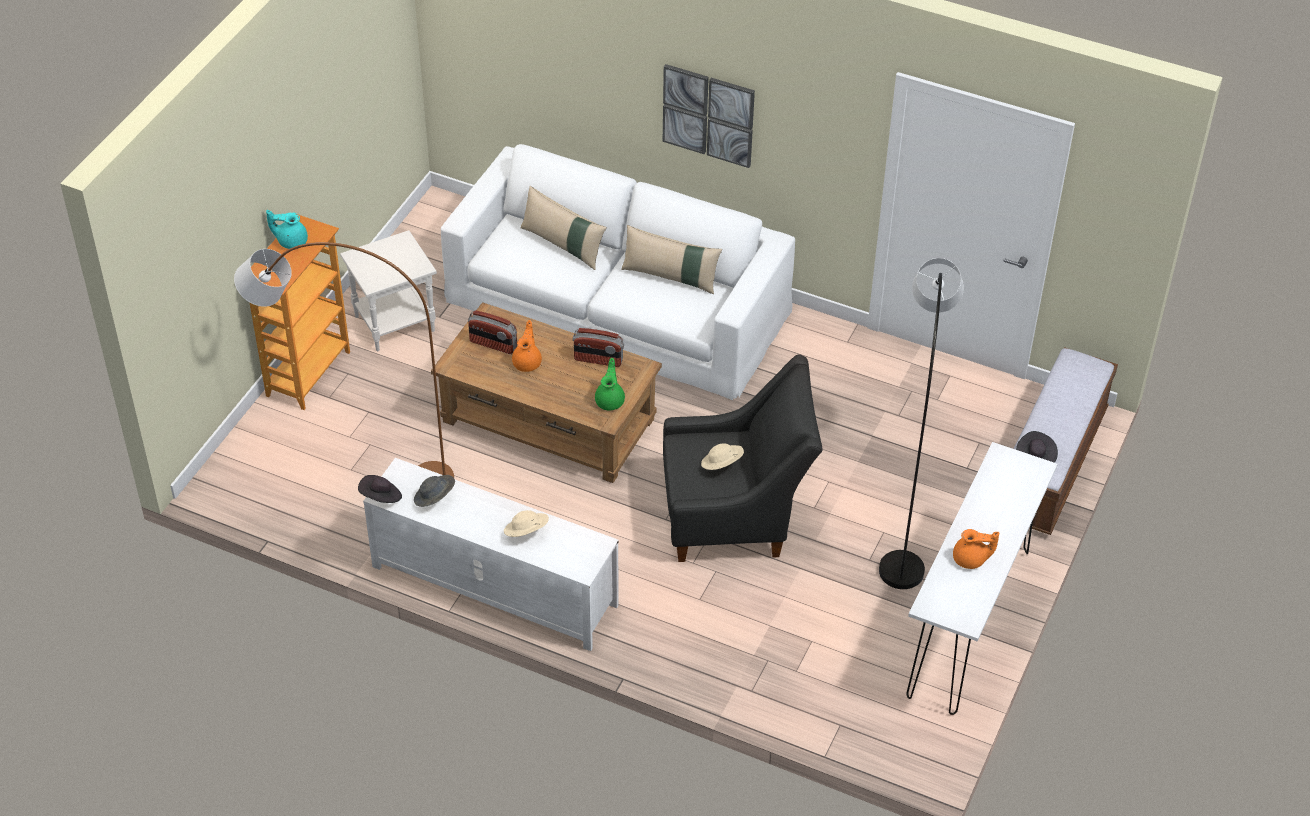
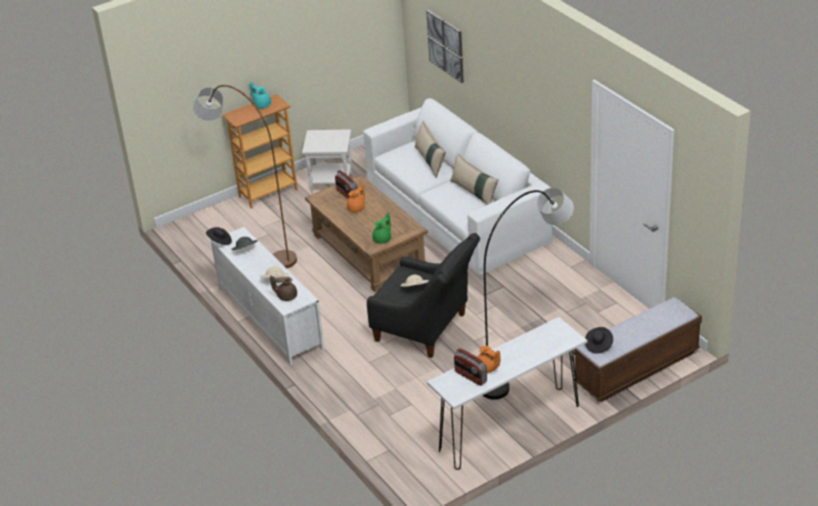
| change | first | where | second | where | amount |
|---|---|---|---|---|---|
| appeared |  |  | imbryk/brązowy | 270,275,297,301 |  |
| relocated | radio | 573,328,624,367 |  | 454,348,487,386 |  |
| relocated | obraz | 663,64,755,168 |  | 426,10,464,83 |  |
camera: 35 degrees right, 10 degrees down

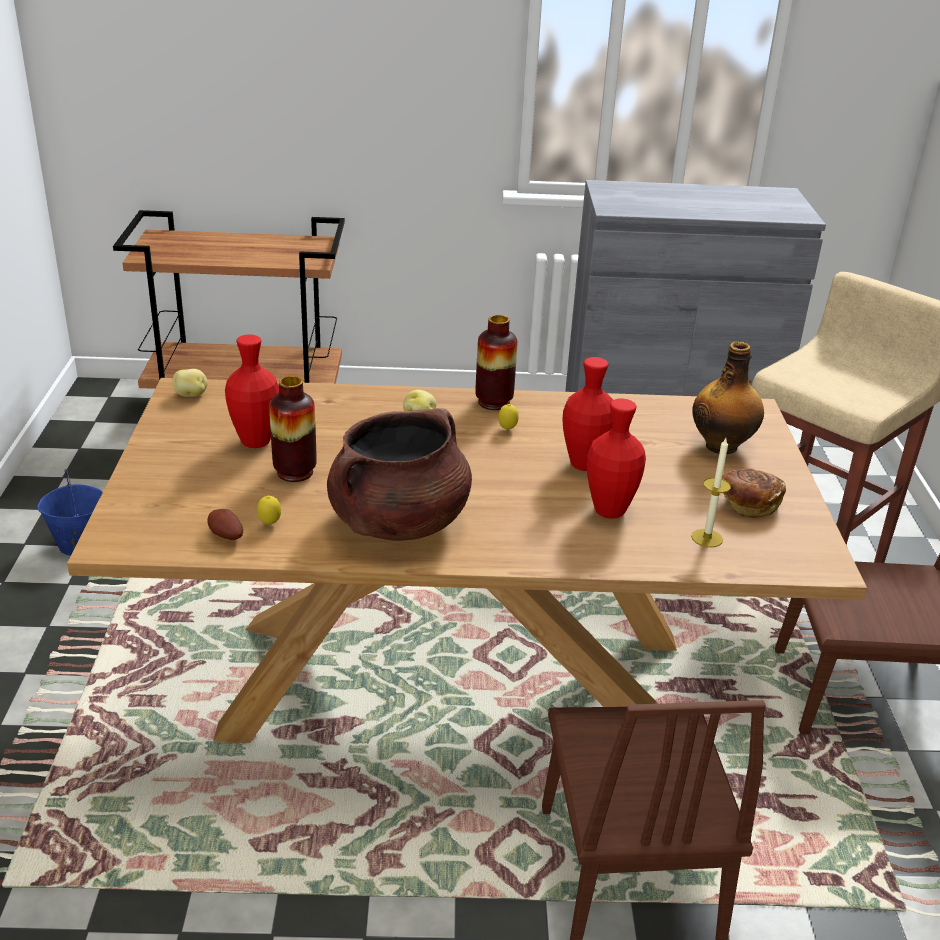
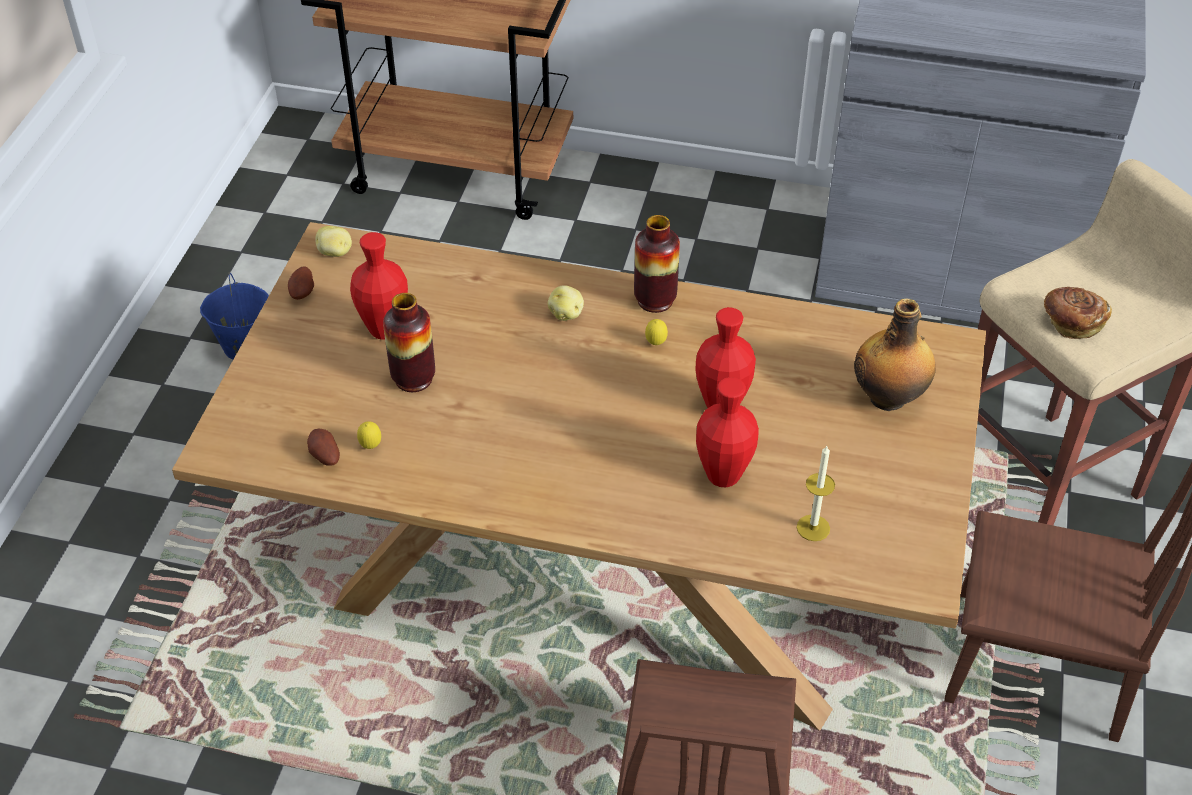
| change | first | where | second | where | amount |
|---|---|---|---|---|---|
| missing | garnek/brązowy | 327,408,472,541 |  |  |  |
| appeared |  |  | ziemniak | 288,267,314,300 |  |
| relocated | chleb | 722,468,786,518 |  | 1044,287,1112,339 |  |
camera: 15 degrees right, 15 degrees up

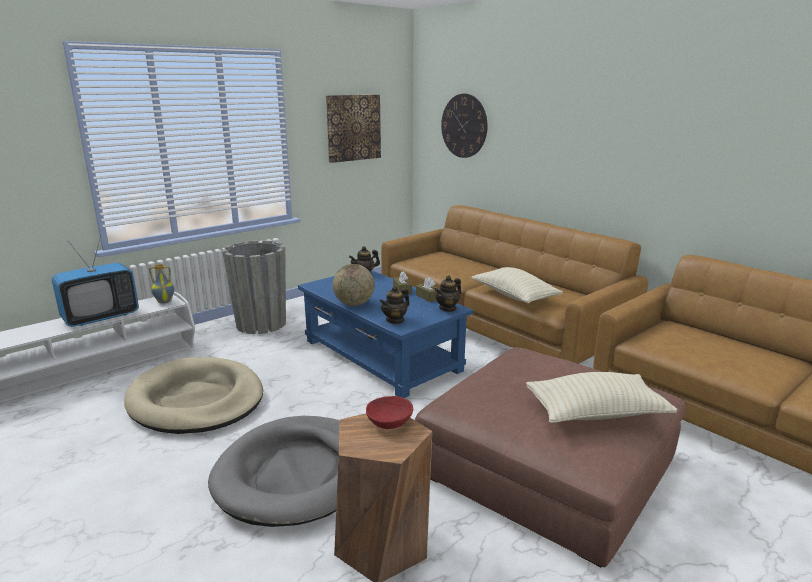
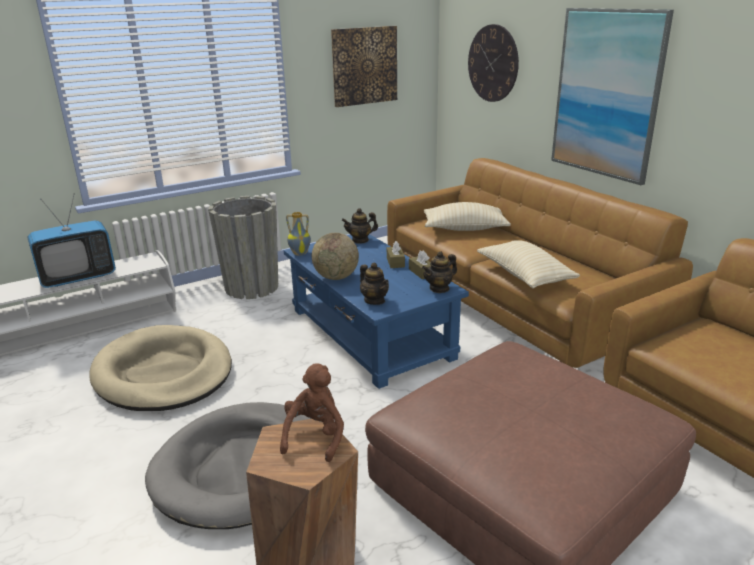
| change | first | where | second | where | amount |
|---|---|---|---|---|---|
| appeared |  |  | obraz | 551,8,674,185 |  |
| relocated | wazon | 149,264,174,304 |  | 286,212,311,255 |  |
| relocated | poduszka/beżowy | 526,372,677,423 |  | 424,202,511,231 |  |
| exchanged | miska/czerwony | 366,396,413,429 | pluszak/brązowy | 280,363,344,462 |  |
| spun | imbryk | 380,286,410,324 |  | 360,263,389,305 | 90 degrees counterclockwise |
camera: 10 degrees right, 5 degrees up

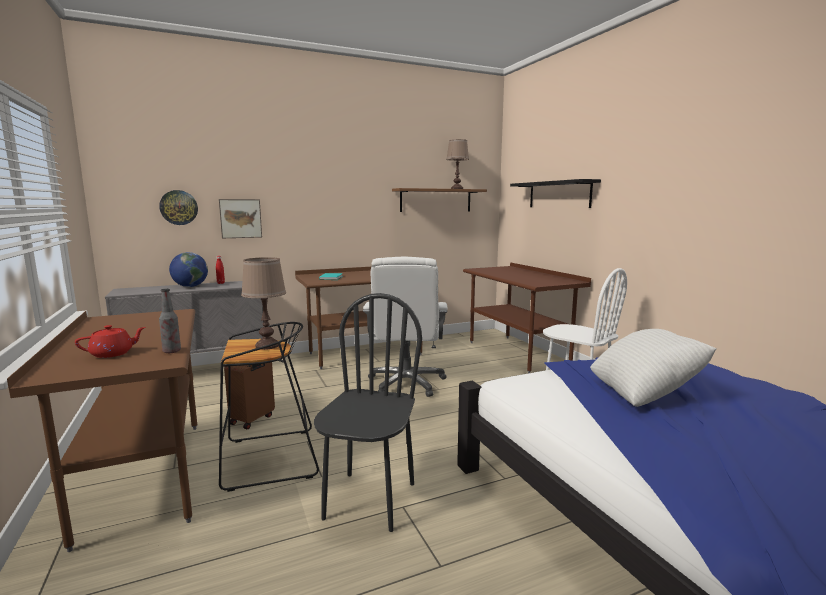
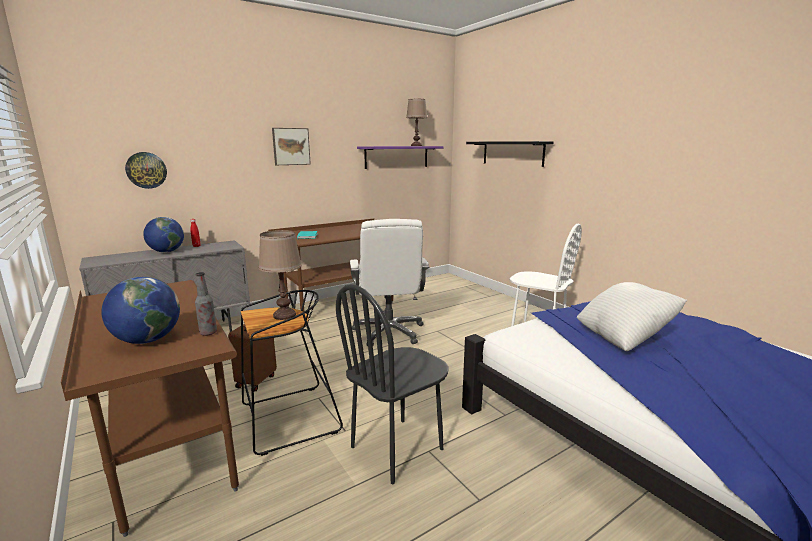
| change | first | where | second | where | amount |
|---|---|---|---|---|---|
| missing | biurko/brązowy | 463,262,591,373 |  |  |  |
| relocated | obraz | 219,199,262,238 |  | 272,128,311,165 |  |
| exchanged | imbryk/czerwony | 75,325,146,358 | globus | 101,277,180,344 |  |
| colour | półka/brązowy | 392,188,487,212 | półka/fioletowy | 357,146,443,169 |  |
| spun | krzesło/czarny | 314,293,422,532 |  | 336,284,449,484 | 135 degrees counterclockwise |
camera: 10 degrees left, 5 degrees up

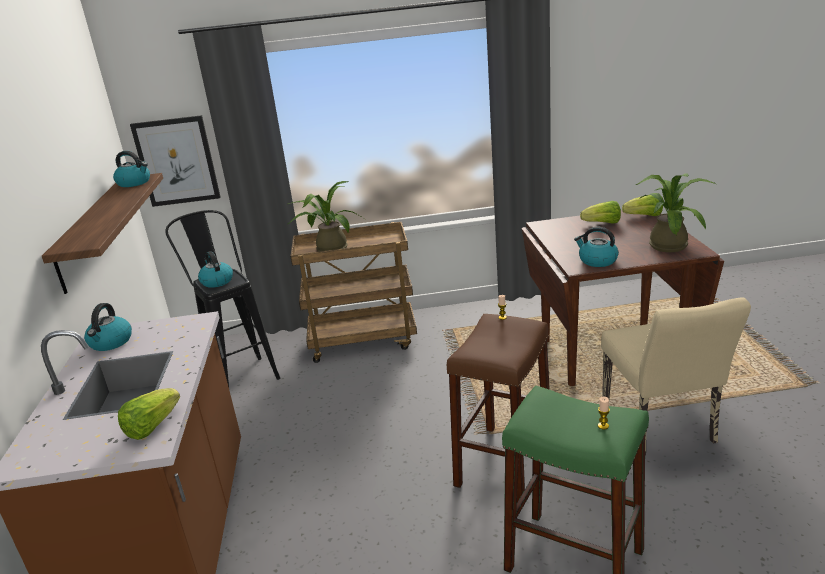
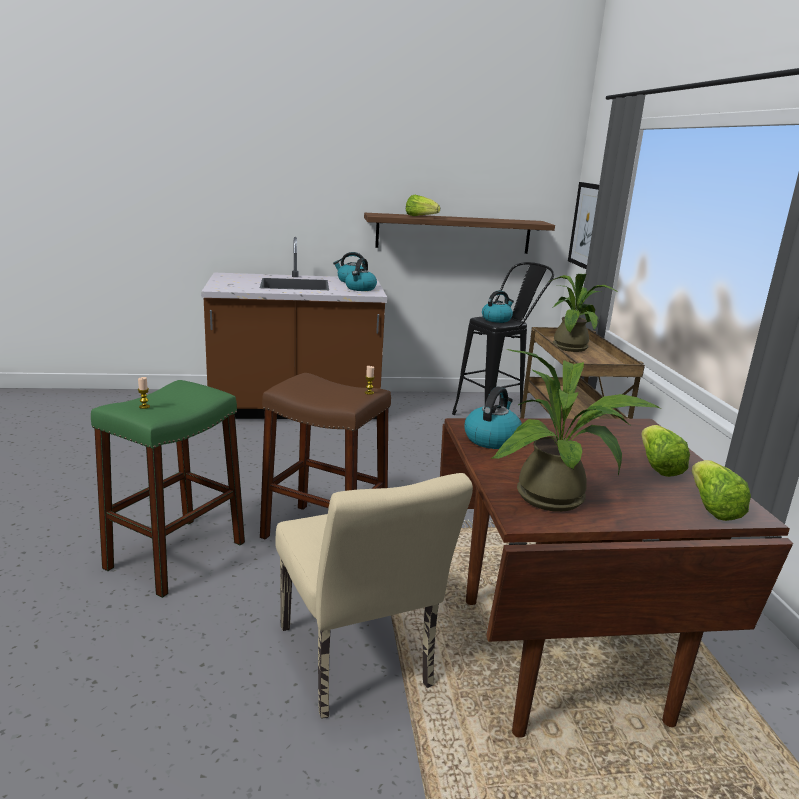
| change | first | where | second | where | amount |
|---|---|---|---|---|---|
| relocated | czajnik | 113,151,150,187 |  | 345,258,377,291 |  |
| relocated | sałata | 118,388,180,440 |  | 406,195,440,216 |  |
| spun | krzesło/beżowy | 601,297,751,455 |  | 275,473,473,719 | 105 degrees counterclockwise |
camera: 85 degrees right, 5 degrees down

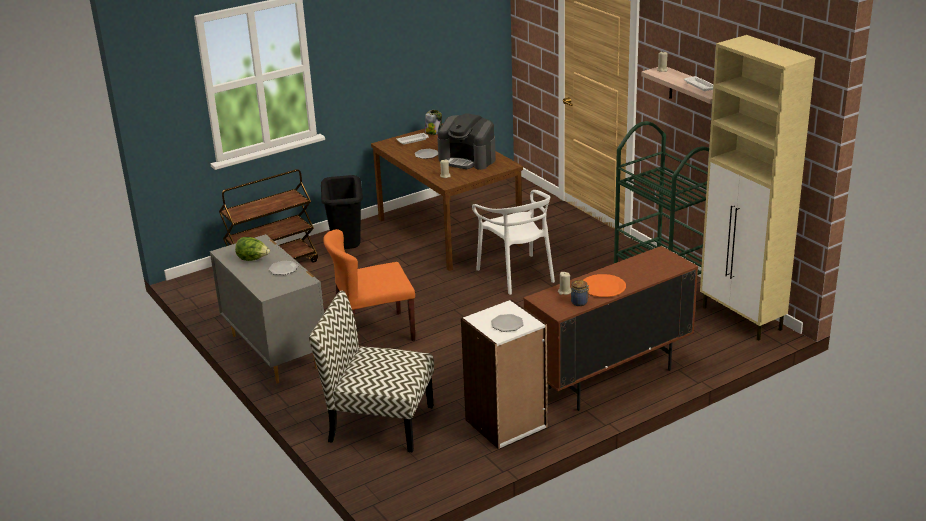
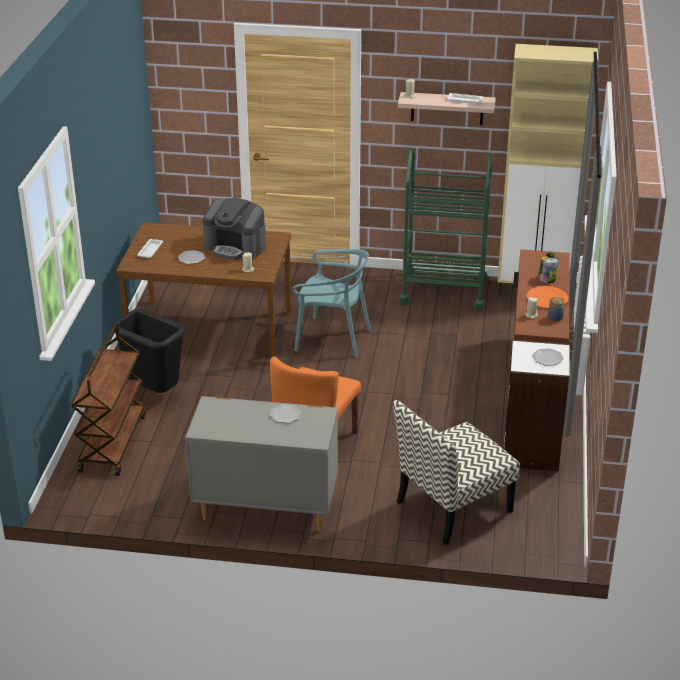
| change | first | where | second | where | amount |
|---|---|---|---|---|---|
| missing | sałata | 235,237,270,261 |  |  |  |
| relocated | słoik | 425,110,442,135 |  | 538,253,559,283 |  |
| colour | krzesło/biały | 472,190,555,295 | krzesło/turkusowy | 292,249,371,357 |  |
| spun | ekspres do kawy | 437,113,496,170 |  | 203,198,266,260 | 45 degrees clockwise |
camera: 50 degrees left, 5 degrees up

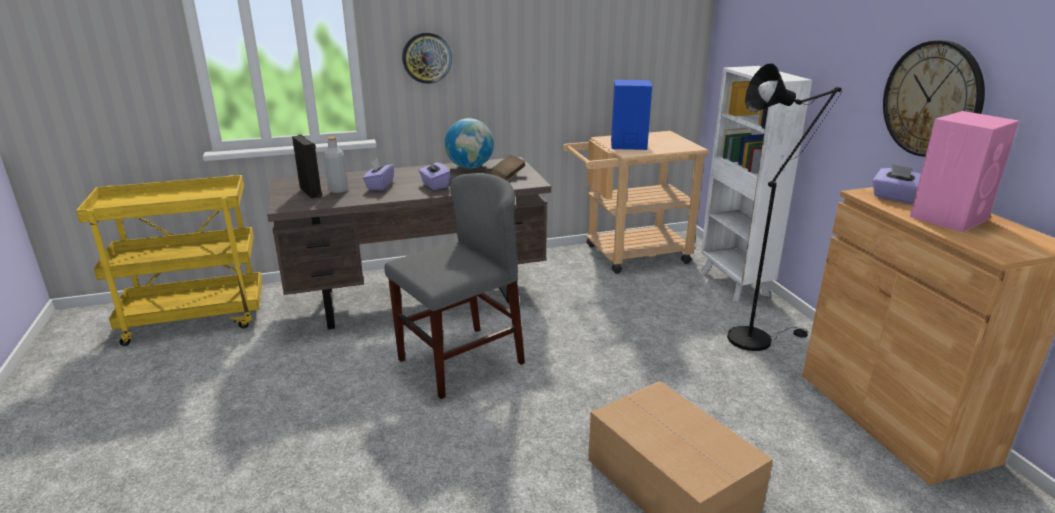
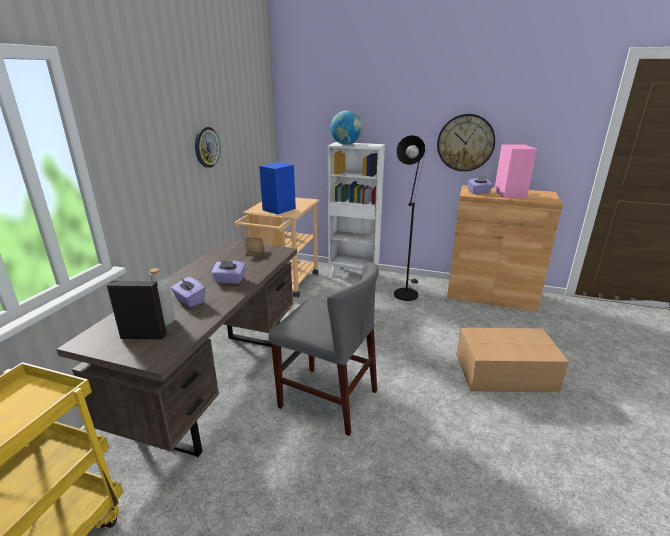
| change | first | where | second | where | amount |
|---|---|---|---|---|---|
| relocated | zegar ścienny | 402,32,452,84 |  | 195,127,221,168 |  |
| relocated | globus | 445,118,494,168 |  | 330,111,363,145 |  |
| spun | krzesło/szary | 384,173,525,399 |  | 269,262,379,436 | 120 degrees clockwise |
camera: 55 degrees left, 0 degrees up

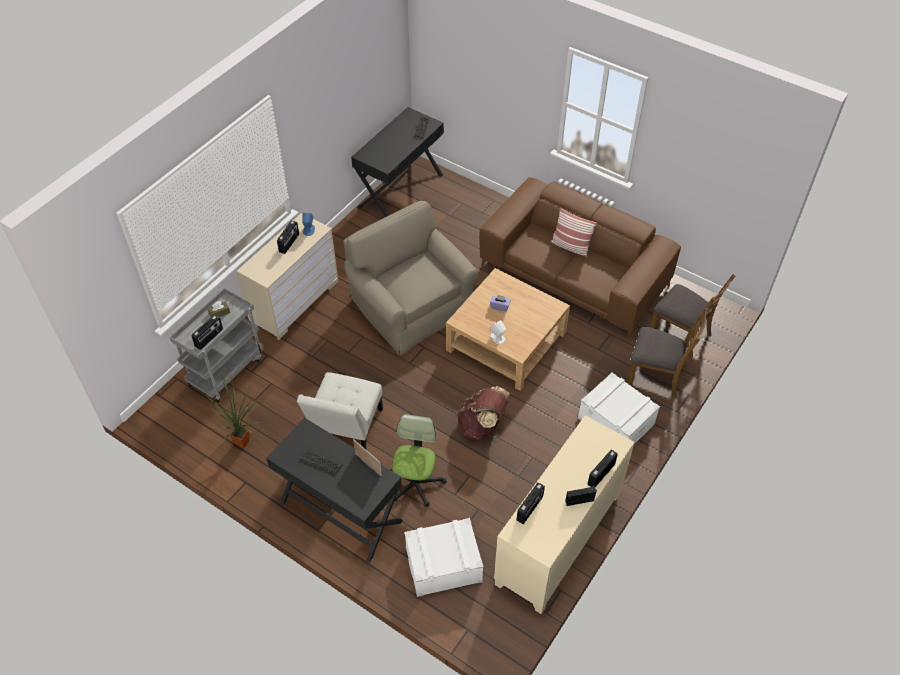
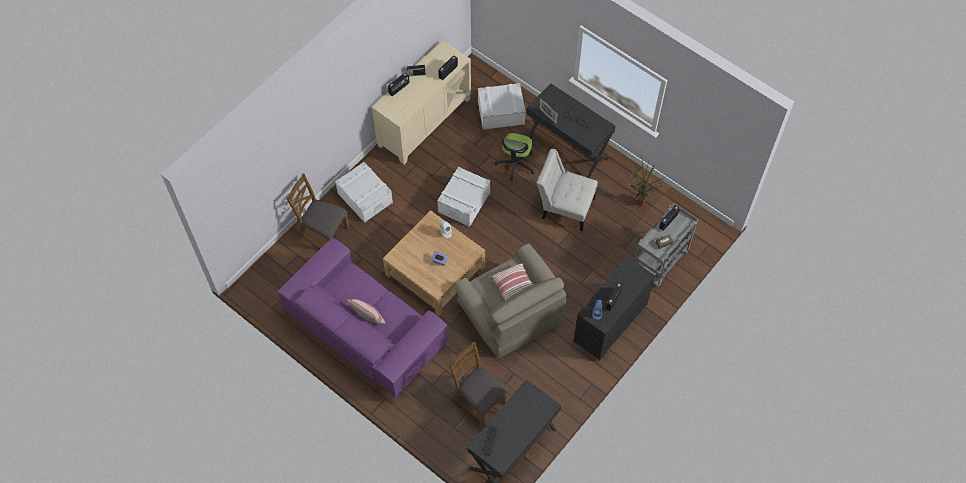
| change | first | where | second | where | amount |
|---|---|---|---|---|---|
| appeared |  |  | poduszka | 491,263,533,300 |  |
| relocated | krzesło/brązowy | 650,274,735,359 |  | 449,342,509,426 |  |
| exchanged | plecak/brązowy | 457,386,510,439 | pojemnik do przechowywania/biały | 437,167,490,227 |  |
| colour | komoda/beżowy | 236,213,338,340 | komoda/czarny | 574,257,655,361 |  |
| colour | kanapa/brązowy | 479,177,681,341 | kanapa/fioletowy | 278,237,448,402 |  |
| spun | krzesło/biały | 297,372,383,449 |  | 537,149,598,231 | 90 degrees counterclockwise |
camera: 175 degrees left, 10 degrees up

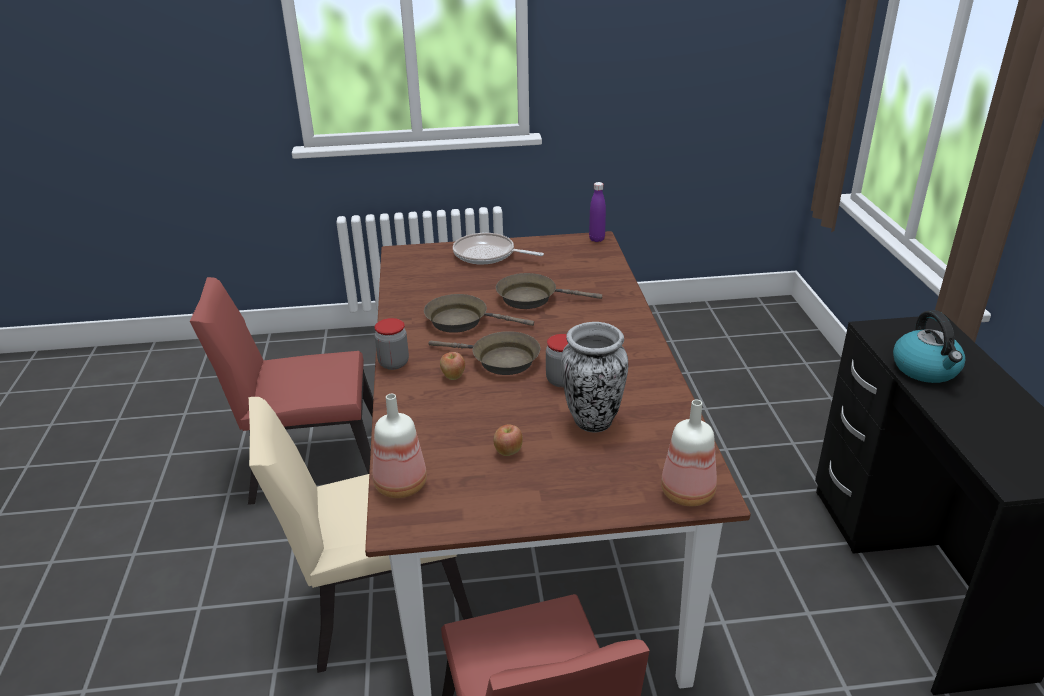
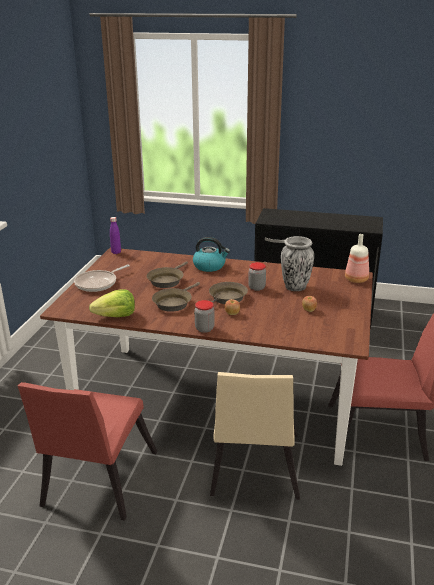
| change | first | where | second | where | amount |
|---|---|---|---|---|---|
| missing | butelka | 373,394,427,498 |  |  |  |
| appeared |  |  | sałata | 89,289,135,317 |  |
| relocated | czajnik | 893,310,966,383 |  | 193,237,230,272 |  |
camera: 70 degrees left, 5 degrees down

